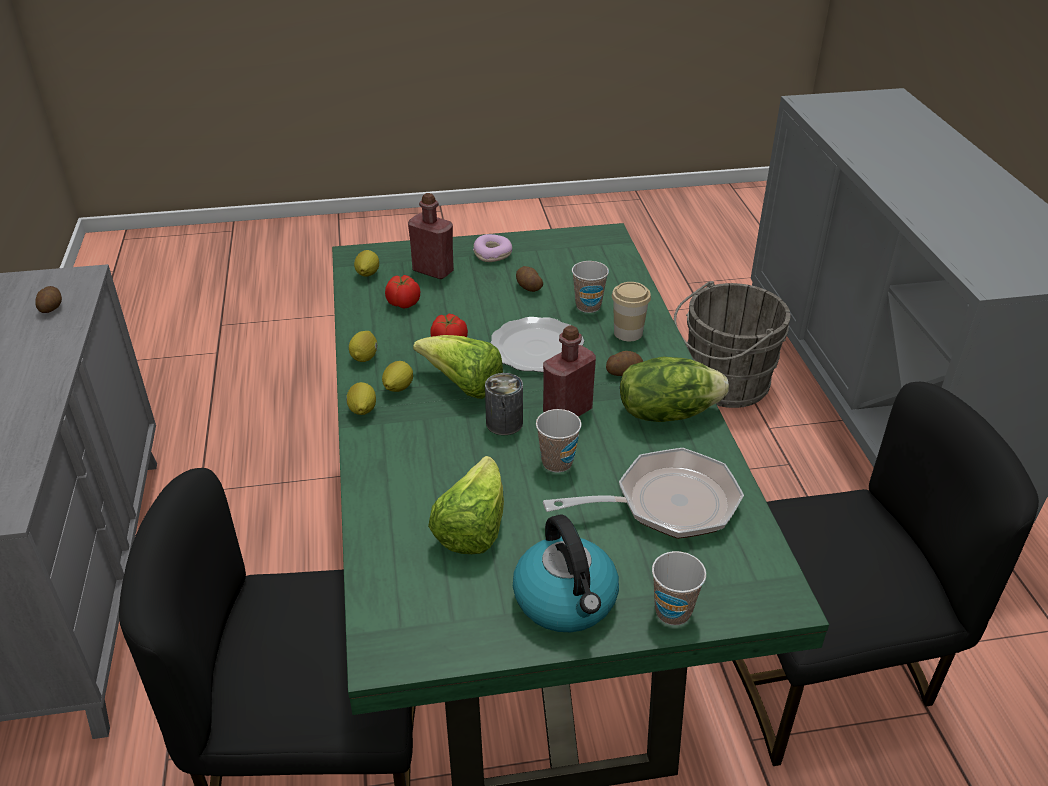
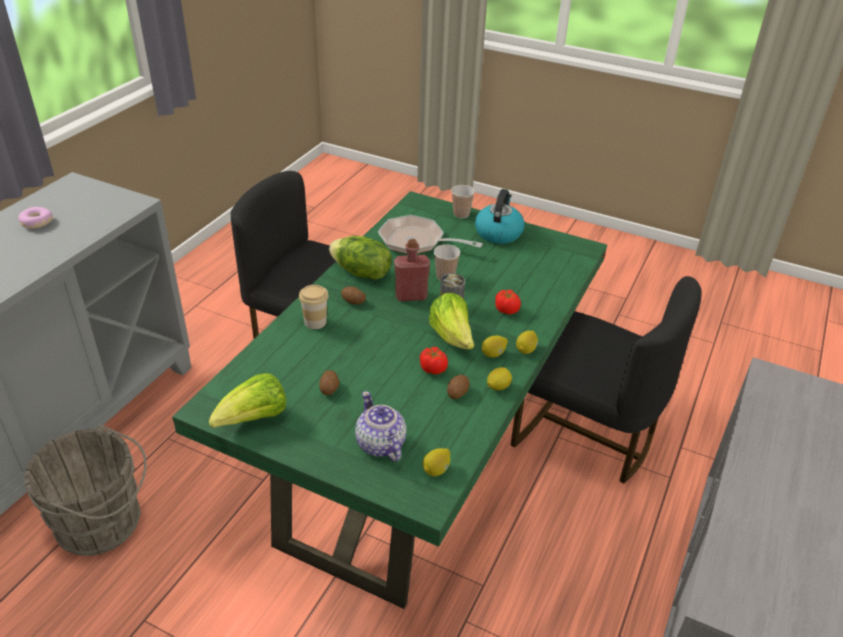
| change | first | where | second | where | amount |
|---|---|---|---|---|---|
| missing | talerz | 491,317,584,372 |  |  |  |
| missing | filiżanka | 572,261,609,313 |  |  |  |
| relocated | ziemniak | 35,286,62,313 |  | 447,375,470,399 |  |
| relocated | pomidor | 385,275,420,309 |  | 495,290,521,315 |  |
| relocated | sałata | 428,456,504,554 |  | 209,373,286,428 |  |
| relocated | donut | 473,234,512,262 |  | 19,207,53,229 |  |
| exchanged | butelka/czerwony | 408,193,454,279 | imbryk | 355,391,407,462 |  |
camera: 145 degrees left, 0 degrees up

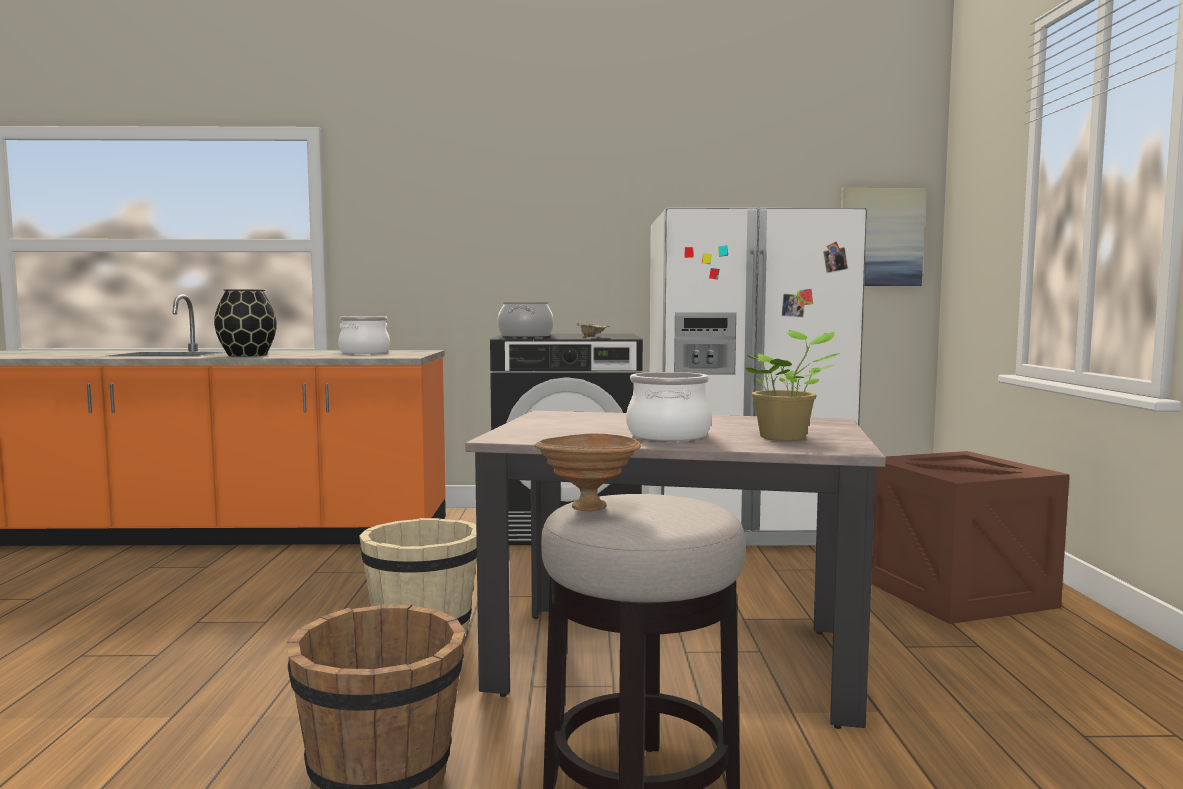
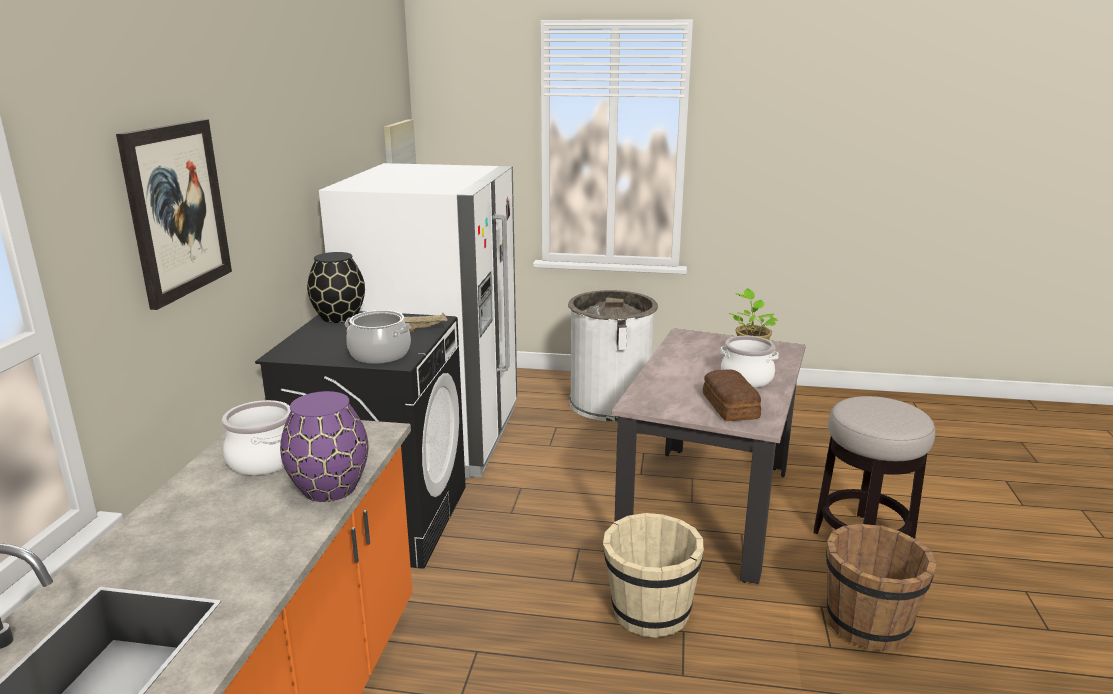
| change | first | where | second | where | amount |
|---|---|---|---|---|---|
| missing | miska/brązowy | 534,433,641,511 |  |  |  |
| appeared |  |  | obraz | 116,119,232,310 |  |
| appeared |  |  | wazon/fioletowy | 280,391,368,502 |  |
| appeared |  |  | chleb | 703,370,761,421 |  |
| relocated | wazon/czarny | 214,289,277,357 |  | 307,252,365,323 |  |
| exchanged | skrzynka | 871,451,1070,624 | kosz na śmieci/biały | 568,290,658,421 |  |
camera: 80 degrees left, 15 degrees up

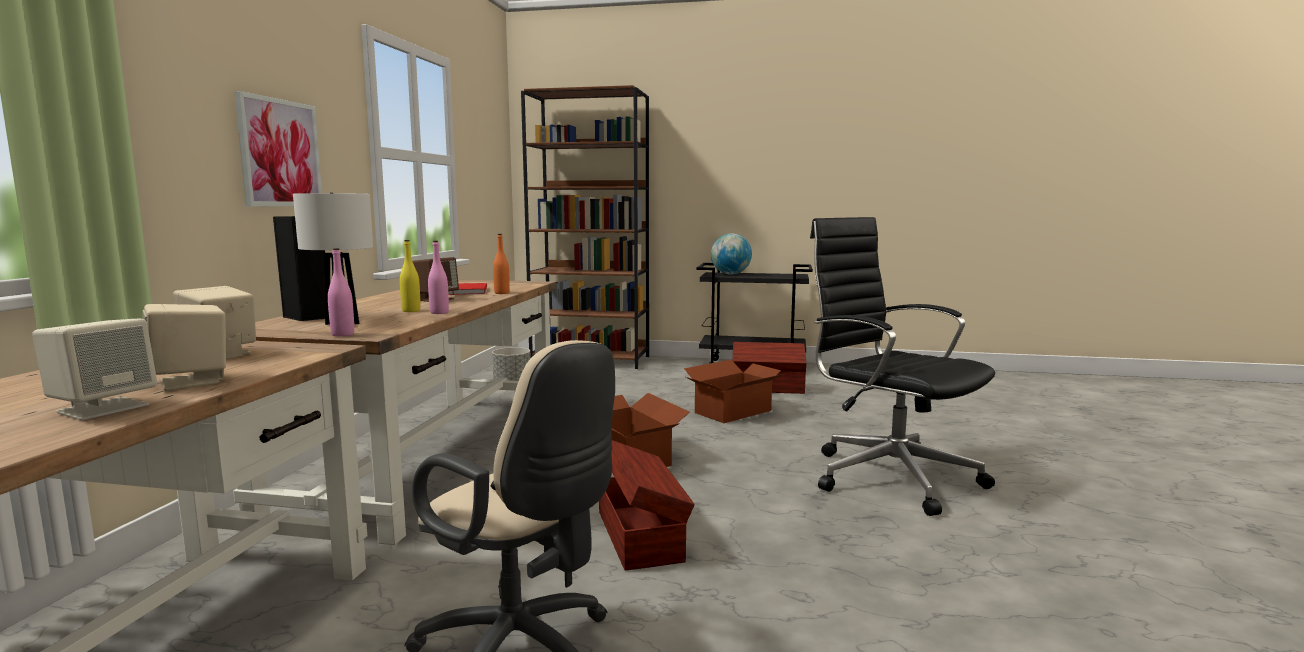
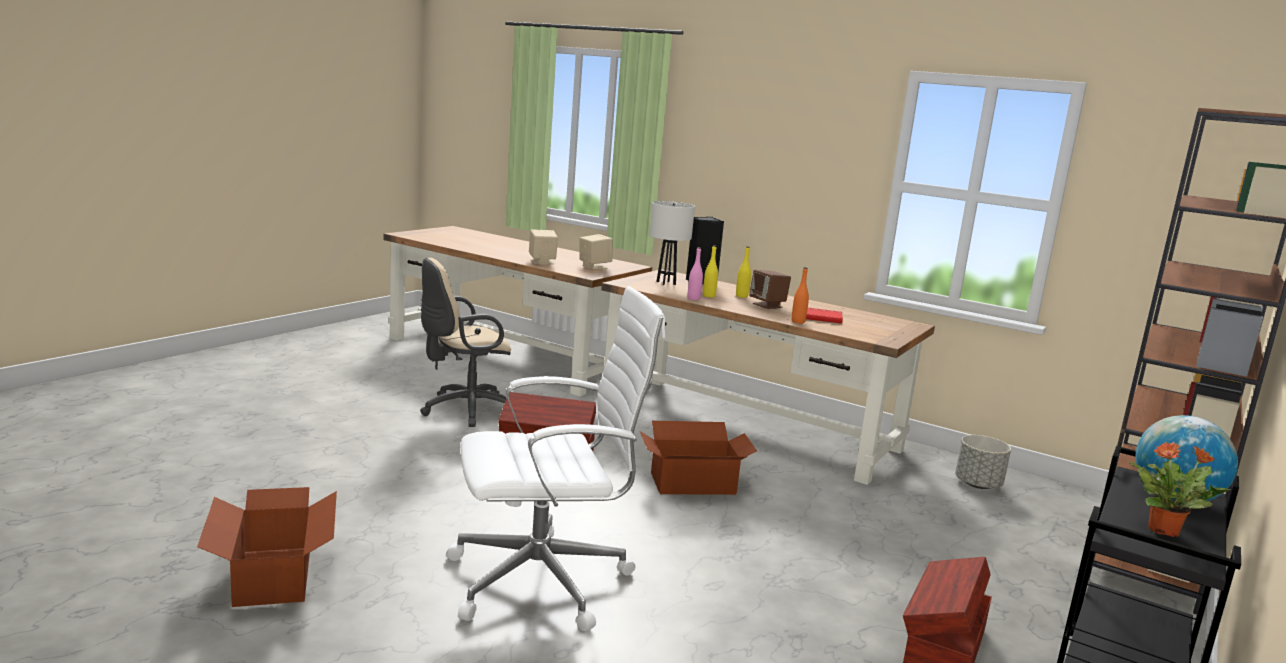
| change | first | where | second | where | amount |
|---|---|---|---|---|---|
| missing | głośnik/beżowy | 32,319,157,421 |  |  |  |
| missing | obraz | 235,91,322,207 |  |  |  |
| missing | butelka/różowy | 328,248,354,336 |  |  |  |
| appeared |  |  | butelka/żółty | 736,246,751,298 |  |
| appeared |  |  | roślina doniczkowa | 1130,442,1231,537 |  |
| relocated | karton | 684,360,786,423 |  | 197,487,337,607 |  |
| colour | krzesło biurowe/czarny | 810,217,995,516 | krzesło biurowe/biały | 446,286,665,631 |  |
camera: 110 degrees right, 5 degrees up

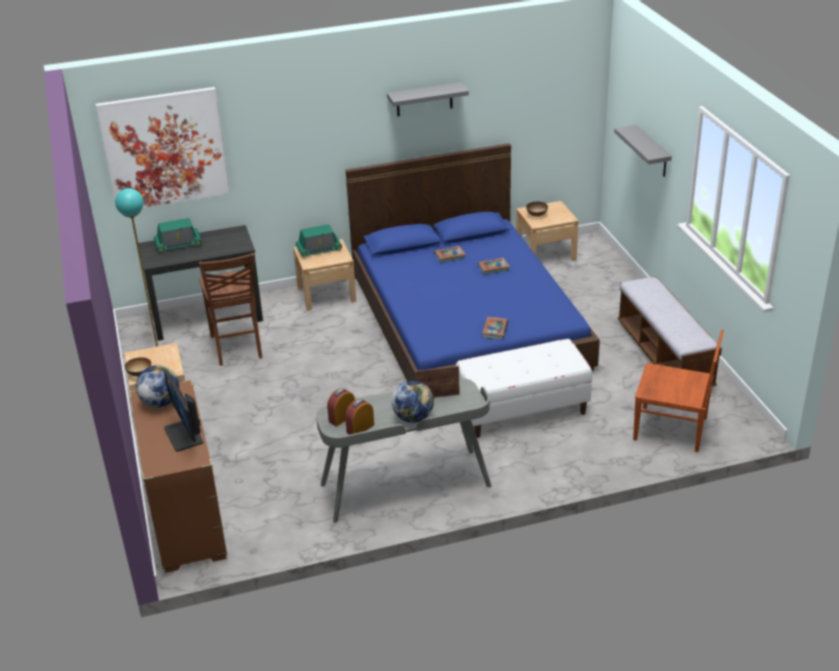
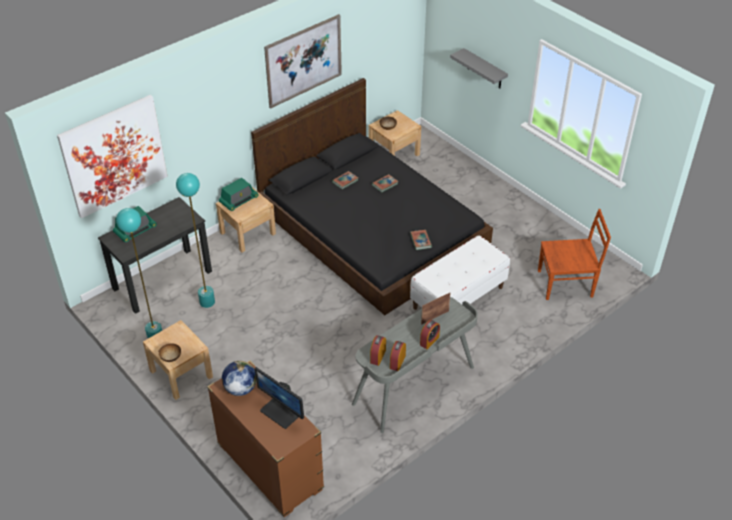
| change | first | where | second | where | amount |
|---|---|---|---|---|---|
| missing | ławka | 618,276,722,386 |  |  |  |
| exchanged | krzesło/brązowy | 199,253,262,366 | lampa stojąca/turkusowy | 176,173,215,308 |  |
| exchanged | półka/szary | 387,82,469,116 | obraz | 264,14,342,109 |  |
| exchanged | globus | 392,381,434,423 | budzik | 420,320,440,349 |  |
| colour | łóżko/niebieski | 346,143,600,381 | łóżko/czarny | 251,78,493,315 |  |
camera: 25 degrees left, 10 degrees up

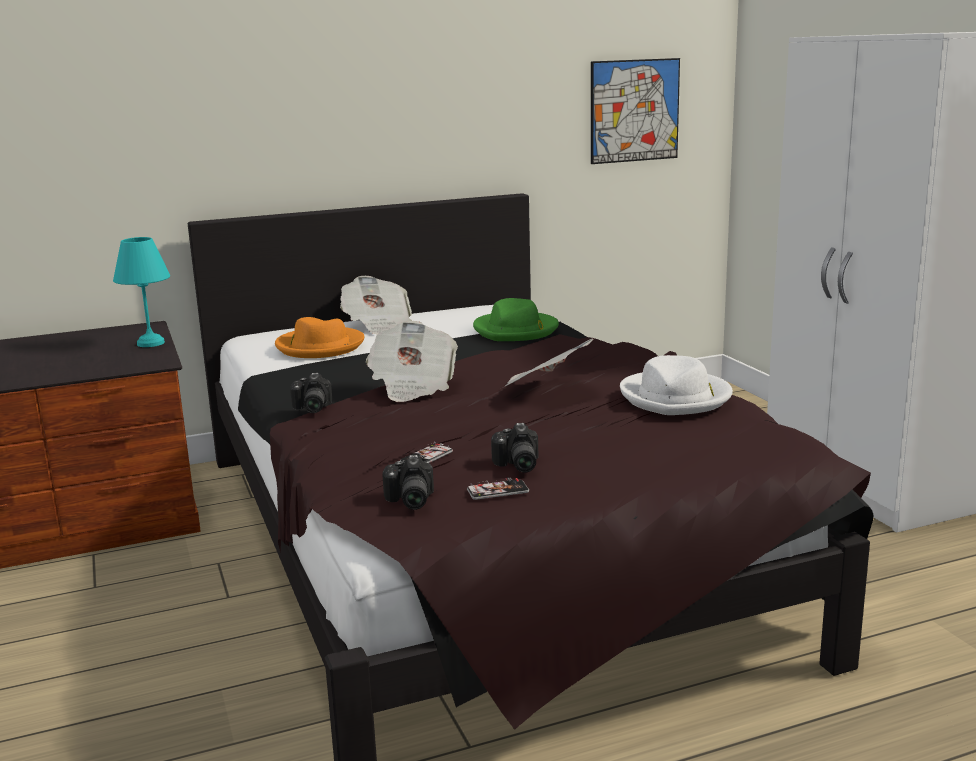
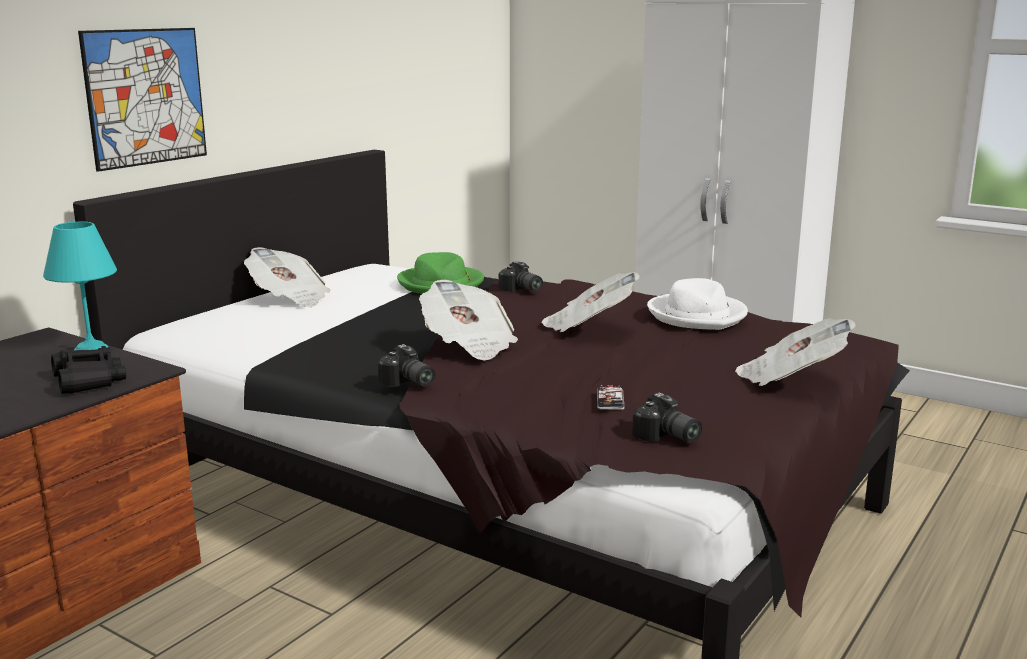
| change | first | where | second | where | amount |
|---|---|---|---|---|---|
| missing | kapelusz/pomarańczowy | 275,317,364,358 |  |  |  |
| missing | telefon | 467,477,529,500 |  |  |  |
| appeared |  |  | lornetka/czarny | 51,346,126,394 |  |
| appeared |  |  | gazeta | 735,318,856,386 |  |
| relocated | aparat fotograficzny | 491,423,539,473 |  | 499,261,543,292 |  |
| relocated | obraz | 591,58,680,164 |  | 78,28,207,172 |  |
camera: 35 degrees left, 0 degrees up

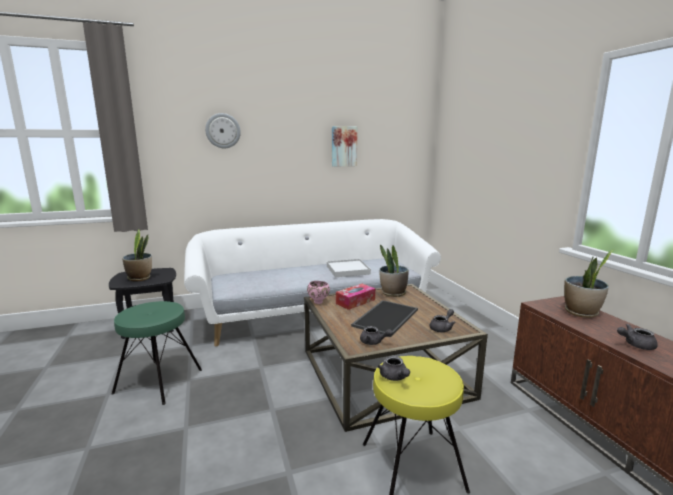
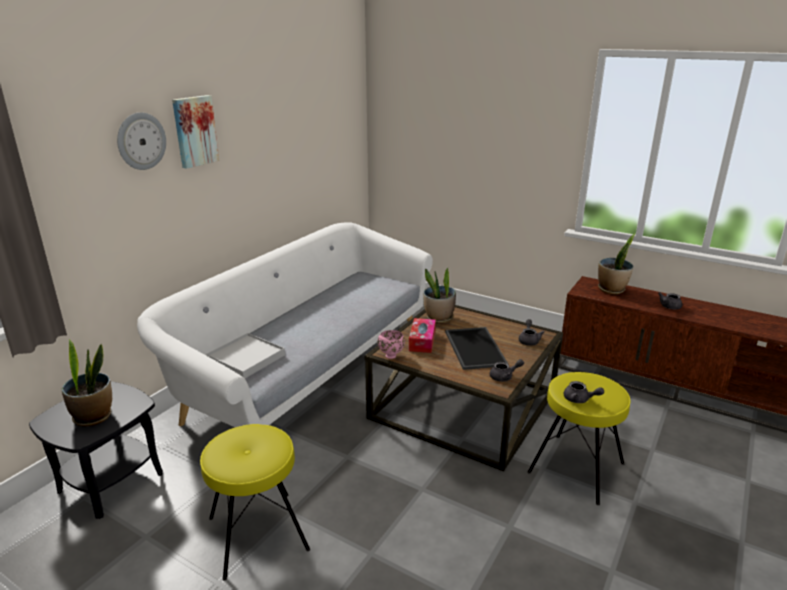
| change | first | where | second | where | amount |
|---|---|---|---|---|---|
| relocated | taca/biały | 327,259,371,277 |  | 206,333,285,379 |  |
| relocated | obraz | 332,126,357,167 |  | 172,95,219,169 |  |
| colour | stołek/zielony | 112,301,202,405 | stołek/żółty | 200,424,310,580 |  |
camera: 40 degrees left, 10 degrees up

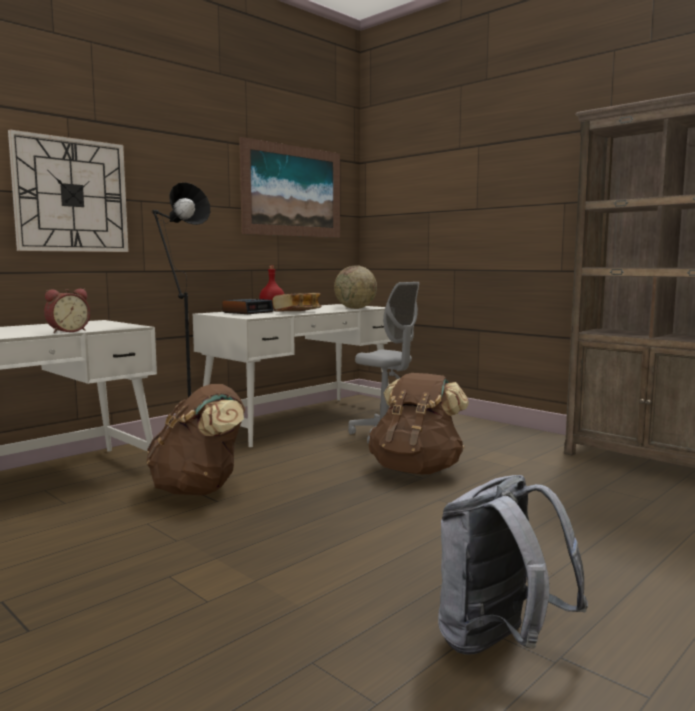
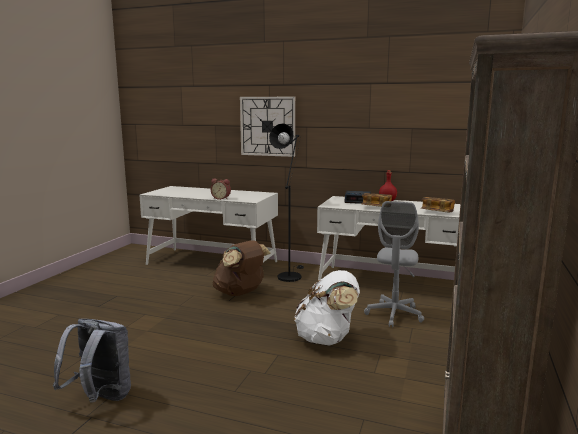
| change | first | where | second | where | amount |
|---|---|---|---|---|---|
| missing | obraz | 239,137,340,238 |  |  |  |
| exchanged | globus | 334,265,377,309 | książka | 421,197,455,213 |  |
| colour | plecak/brązowy | 369,373,469,474 | plecak/biały | 294,270,360,346 |  |
camera: 65 degrees right, 5 degrees up

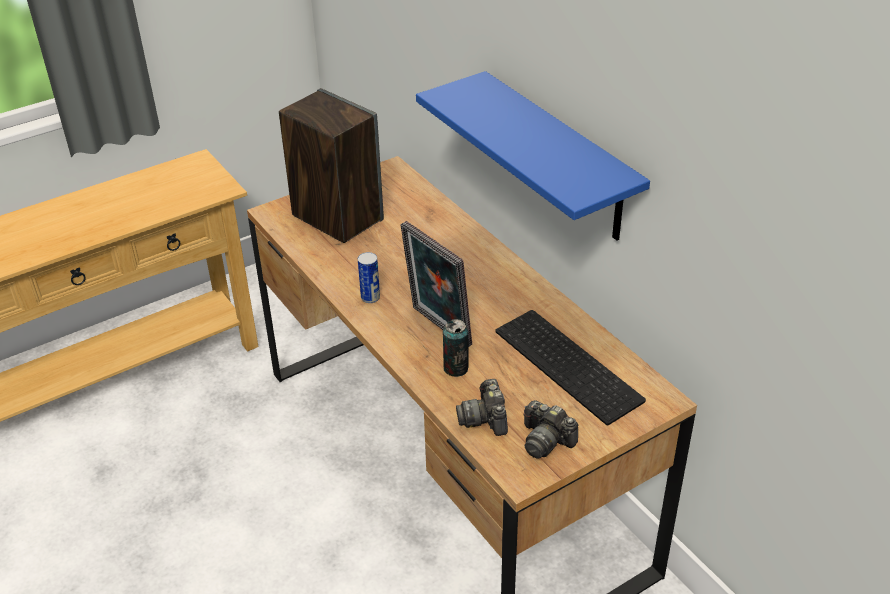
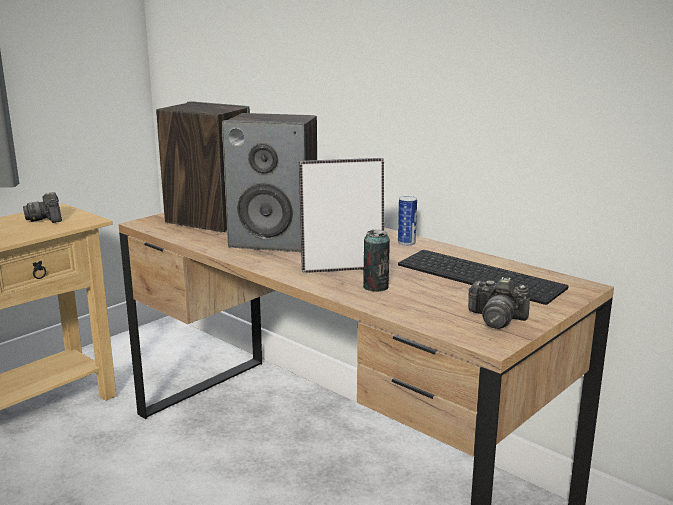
| change | first | where | second | where | amount |
|---|---|---|---|---|---|
| missing | półka/niebieski | 416,71,650,240 |  |  |  |
| appeared |  |  | głośnik | 222,113,317,252 |  |
| relocated | puszka | 358,252,380,303 |  | 398,196,417,246 |  |
| relocated | aparat fotograficzny | 456,379,508,436 |  | 23,192,62,223 |  |
| spun | ramka na zdjęcie | 401,221,472,347 |  | 299,158,384,273 | 135 degrees clockwise |
camera: 15 degrees left, 20 degrees down

